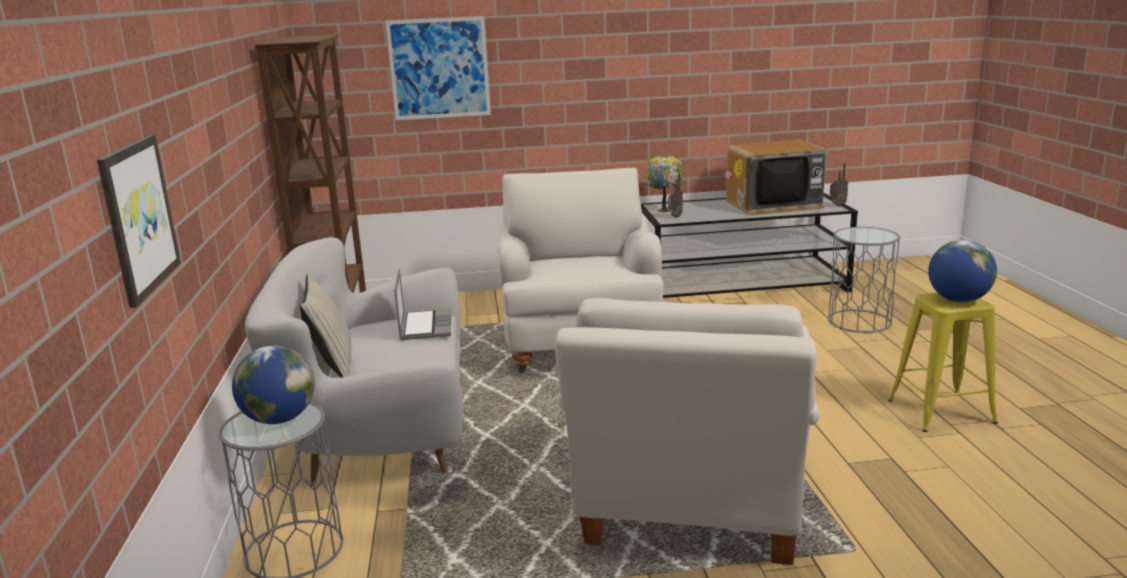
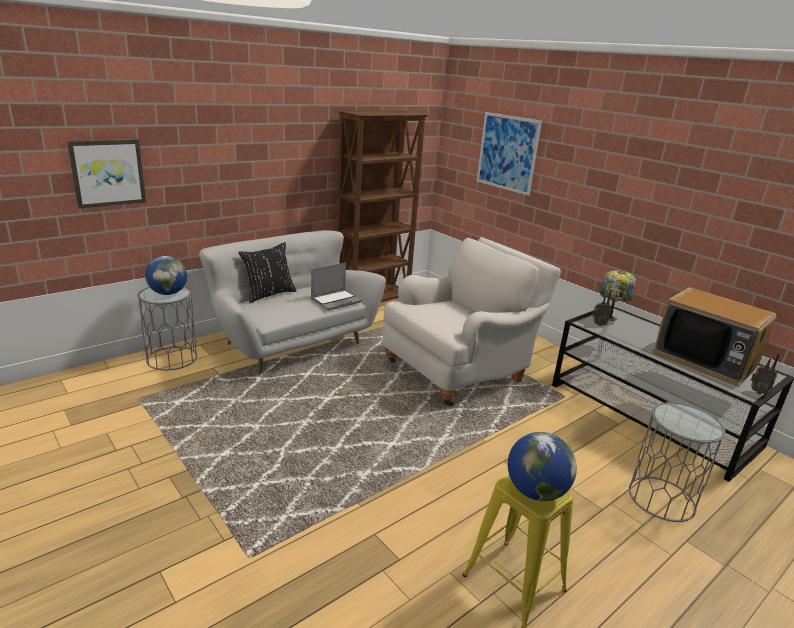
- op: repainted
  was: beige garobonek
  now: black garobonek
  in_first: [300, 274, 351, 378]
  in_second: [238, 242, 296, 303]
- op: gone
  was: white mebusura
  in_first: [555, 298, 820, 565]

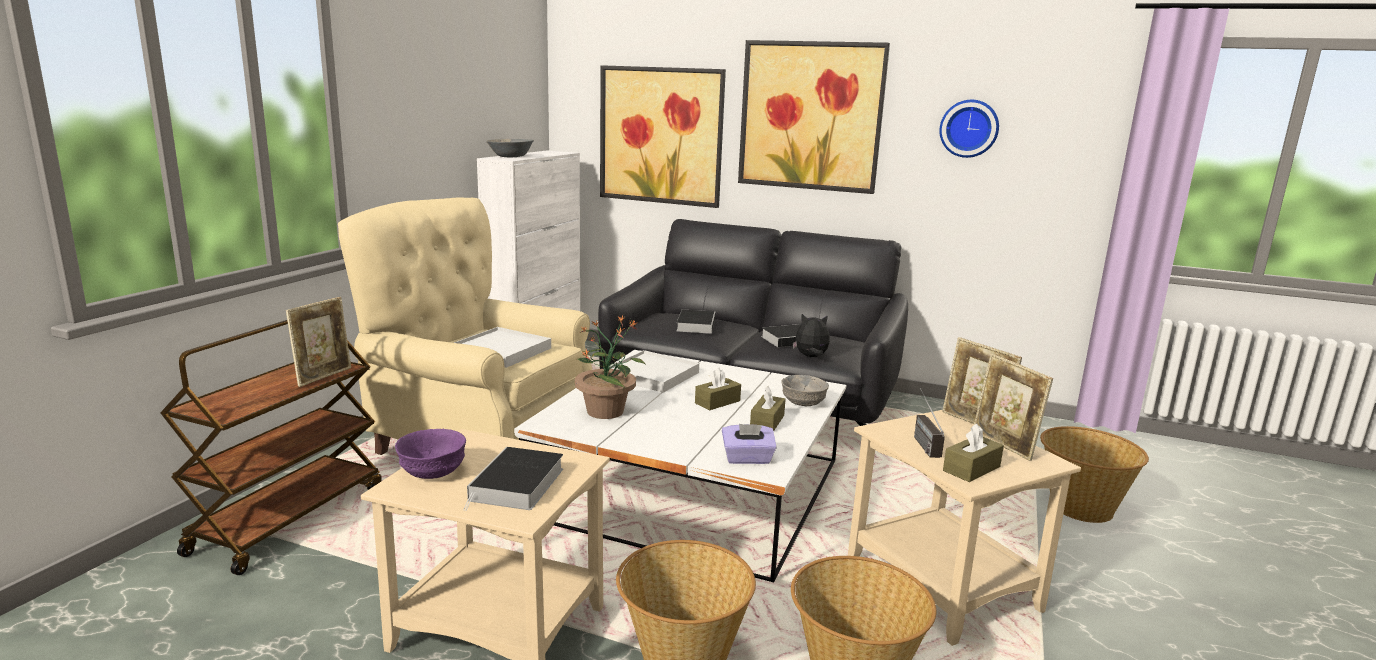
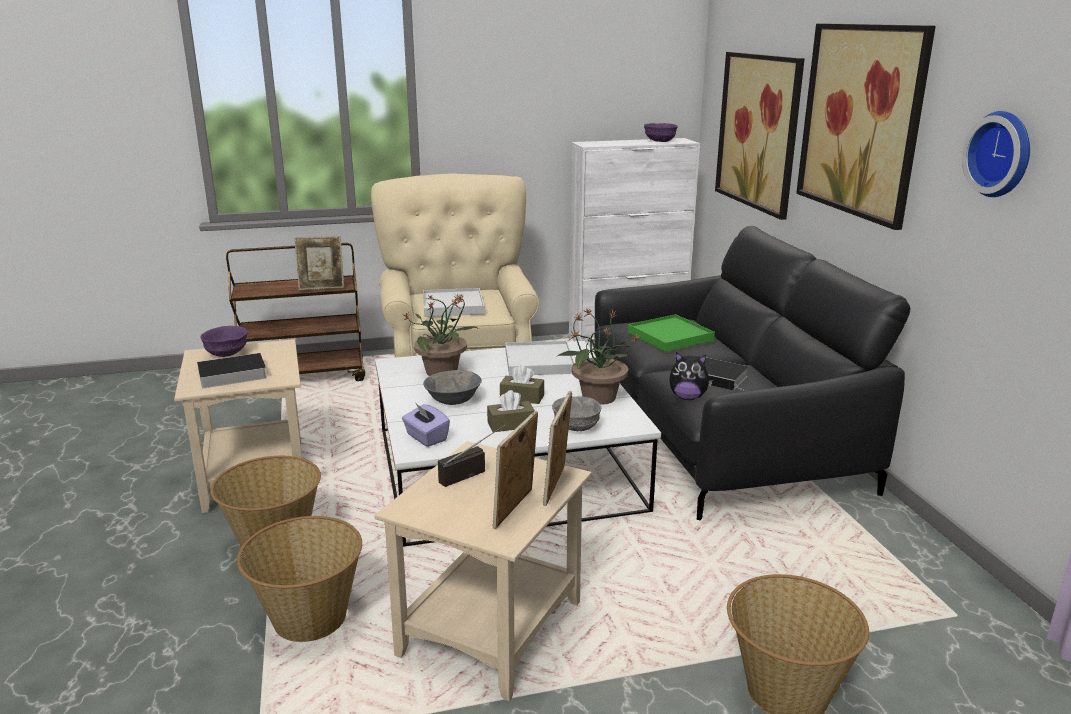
- op: shifted
  was: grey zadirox
  in_first: [486, 139, 534, 157]
  in_second: [423, 370, 482, 405]
- op: swapped
  was: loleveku
  now: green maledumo
  in_first: [677, 309, 715, 334]
  in_second: [628, 314, 715, 352]
- op: rotated
  was: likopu
  in_first: [793, 314, 830, 357]
  in_second: [669, 352, 713, 400]
  clockwise: 135
- op: gone
  was: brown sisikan
  in_first: [943, 424, 1004, 482]
- op: new
  now: purple zadirox
  in_second: [644, 123, 678, 142]
- op: new
  now: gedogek
  in_second: [556, 308, 640, 405]

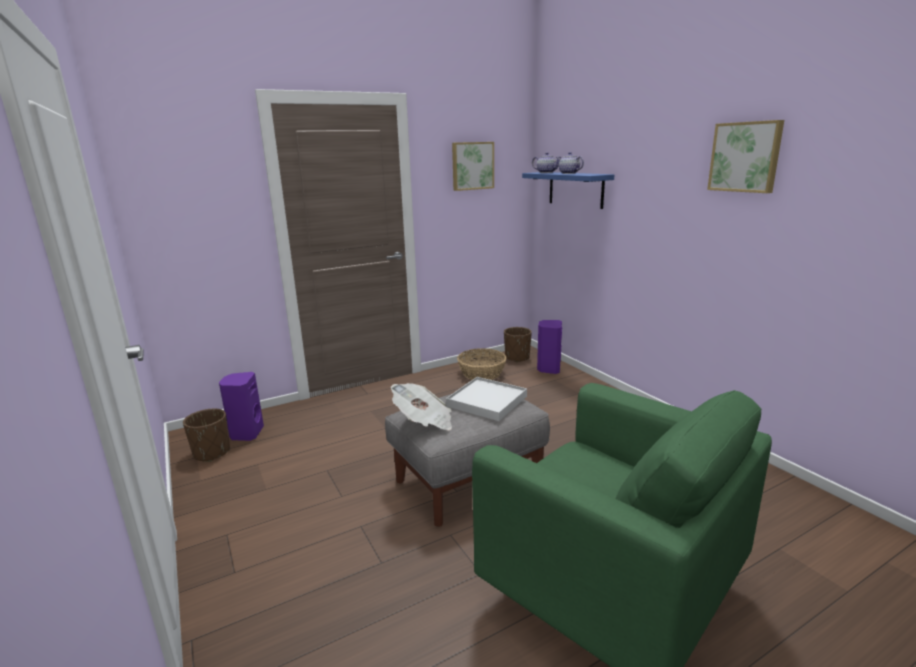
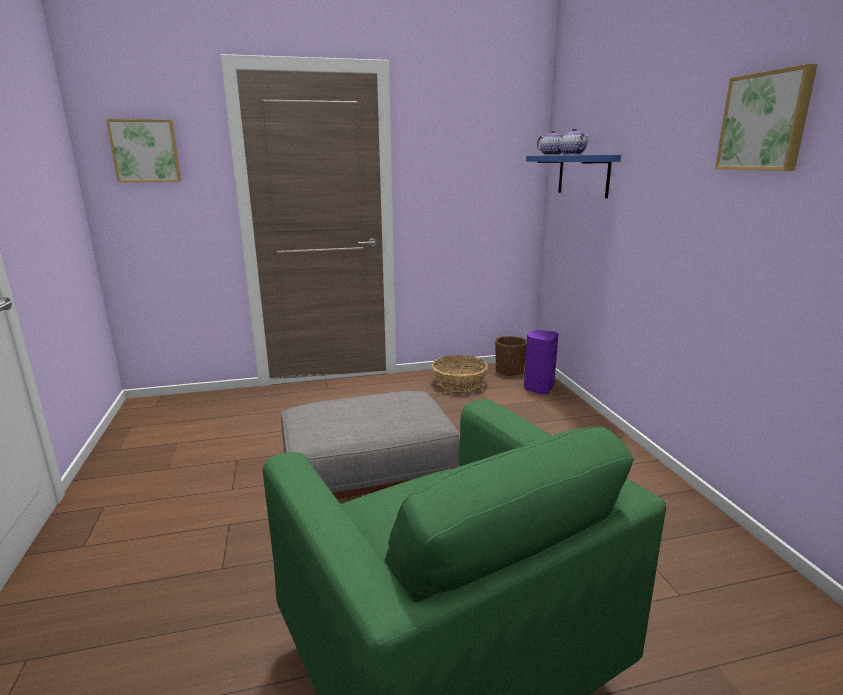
- op: shifted
  was: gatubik
  in_first: [452, 142, 494, 191]
  in_second: [106, 119, 181, 183]
- op: gone
  was: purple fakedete
  in_first: [219, 372, 264, 441]
- op: gone
  was: white maledumo
  in_first: [446, 377, 527, 421]
- op: gone
  was: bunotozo
  in_first: [391, 383, 452, 430]
- op: gone
  was: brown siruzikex
  in_first: [183, 409, 230, 462]

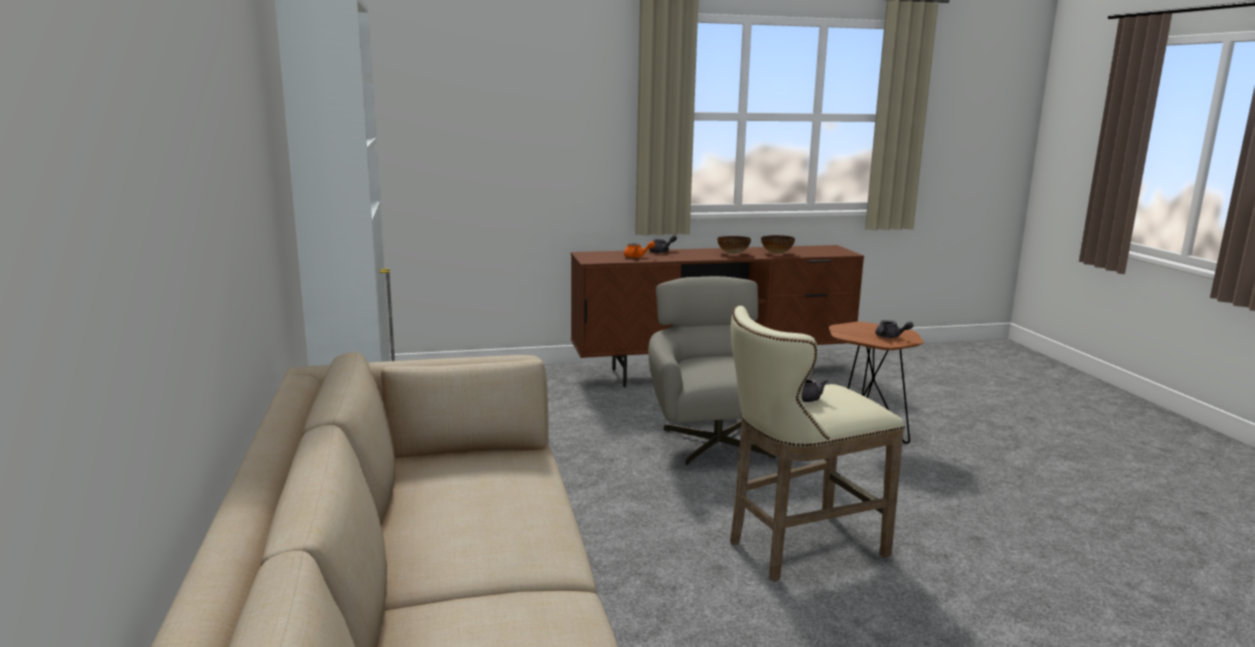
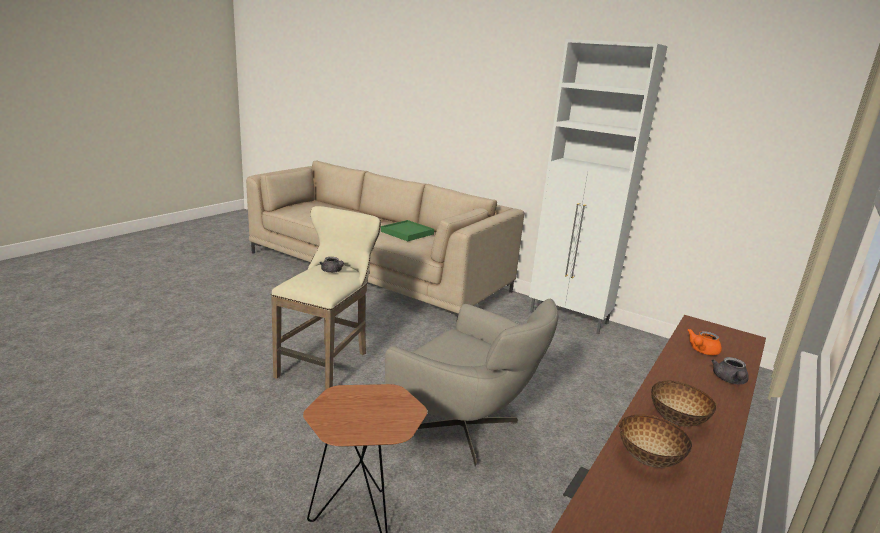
- op: gone
  was: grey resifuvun
  in_first: [875, 320, 913, 338]
- op: new
  now: green maledumo
  in_second: [381, 220, 434, 241]

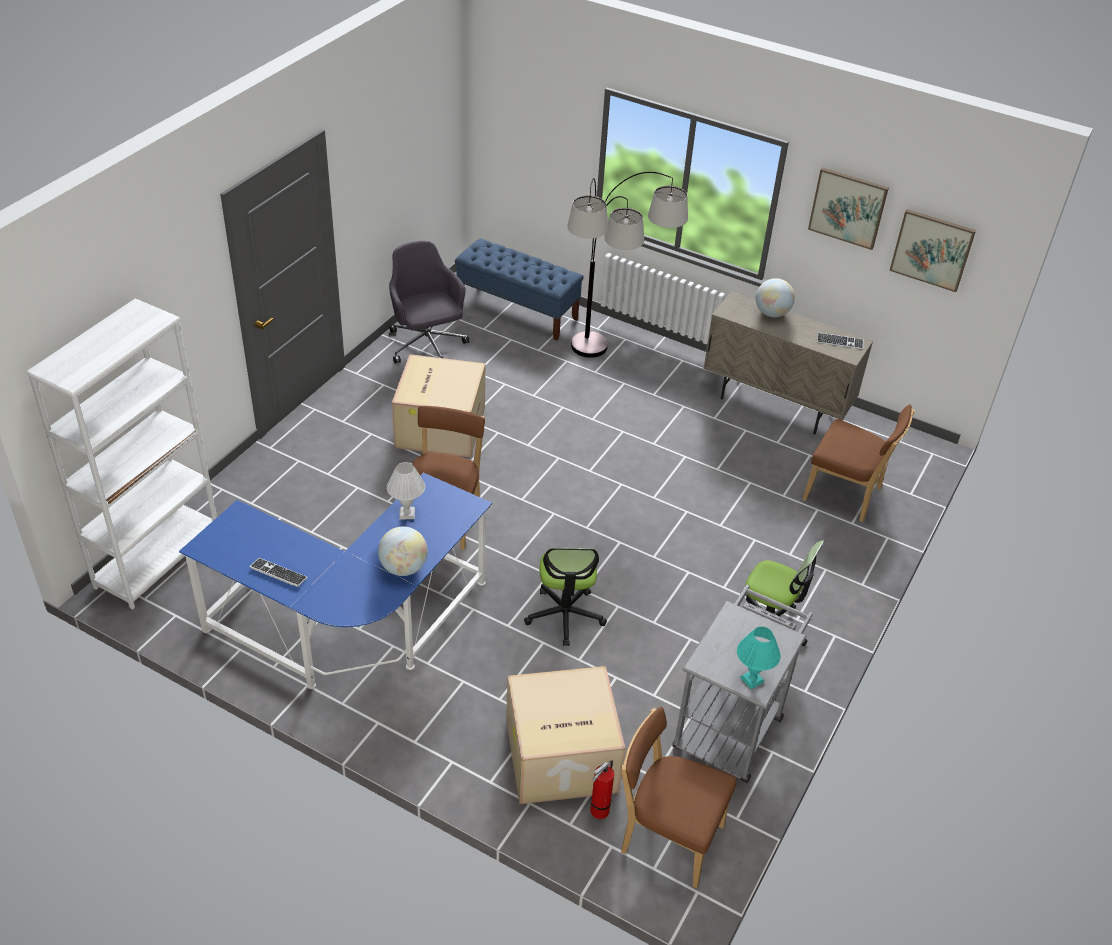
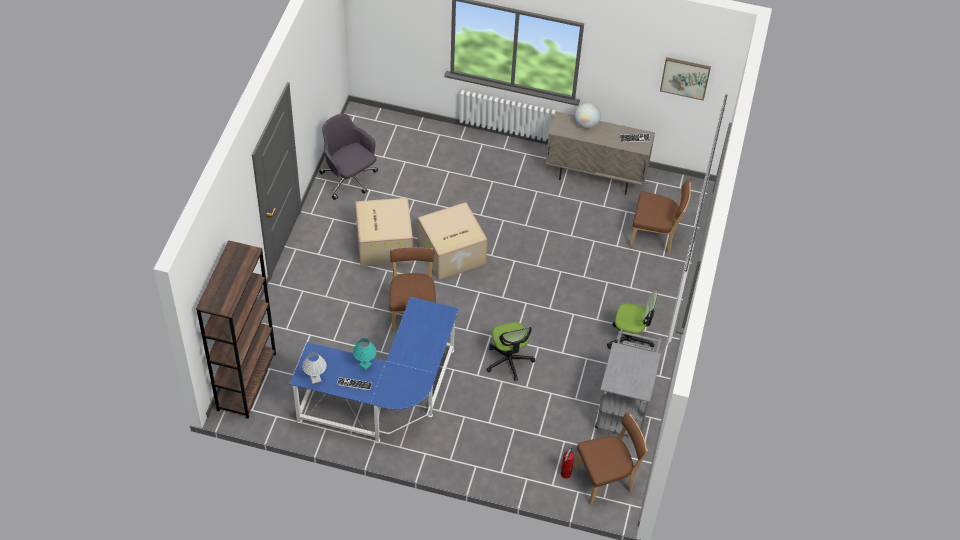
- op: gone
  was: gatubik
  in_first: [808, 167, 889, 250]
- op: gone
  was: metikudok
  in_first: [568, 172, 688, 358]
- op: gone
  was: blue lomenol
  in_first: [455, 239, 584, 340]
- op: repainted
  was: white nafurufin
  now: brown nafurufin
  in_first: [26, 298, 217, 610]
  in_second: [196, 240, 276, 419]
- op: shifted
  was: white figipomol
  in_first: [386, 462, 425, 519]
  in_second: [302, 352, 327, 384]
- op: gone
  was: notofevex
  in_first: [378, 527, 428, 576]
- op: shifted
  was: turquoise figipomol
  in_first: [737, 627, 781, 689]
  in_second: [353, 338, 377, 370]
- op: shifted
  was: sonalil
  in_first: [506, 666, 625, 804]
  in_second: [418, 202, 488, 280]
- op: rotated
  was: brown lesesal
  in_first: [621, 707, 736, 888]
  in_second: [574, 413, 648, 505]
  clockwise: 150

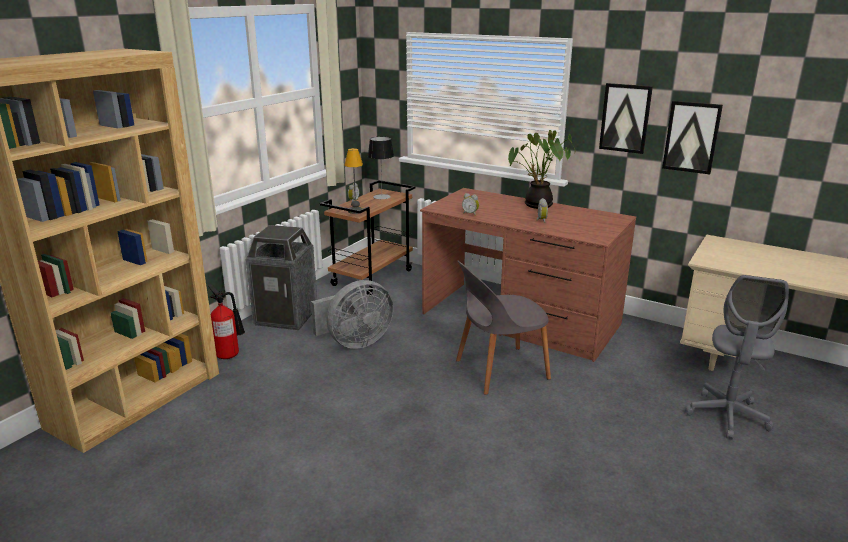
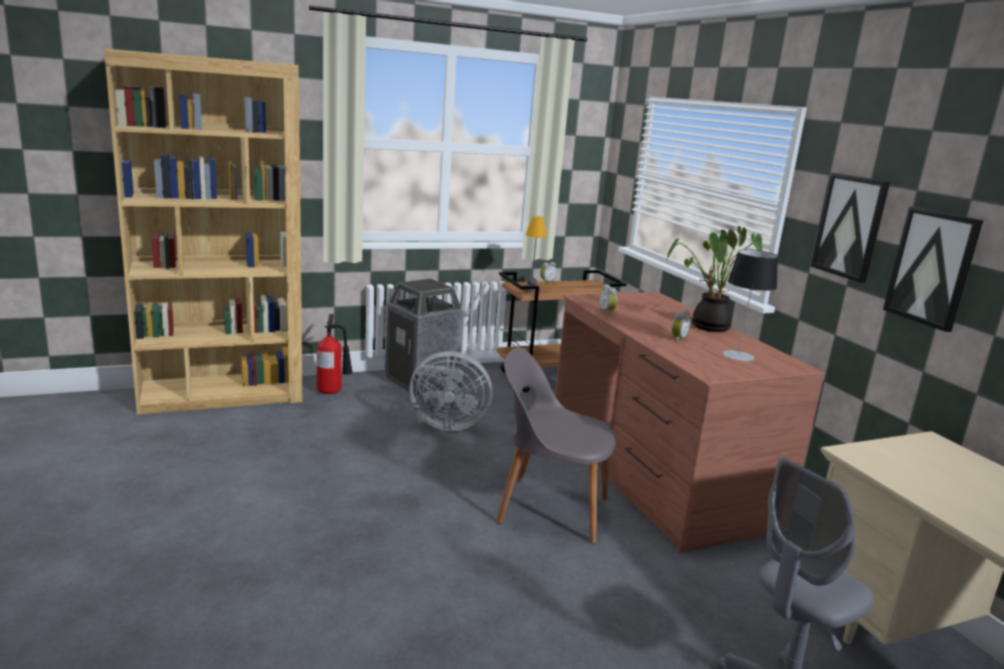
- op: shifted
  was: figipomol
  in_first: [368, 137, 394, 199]
  in_second: [722, 249, 778, 361]

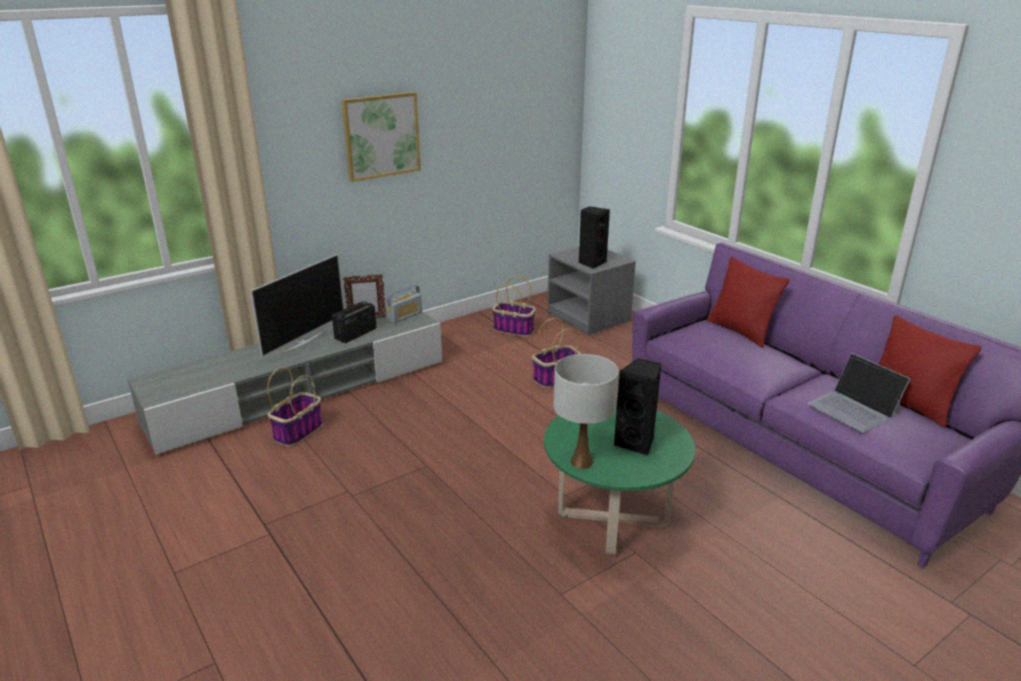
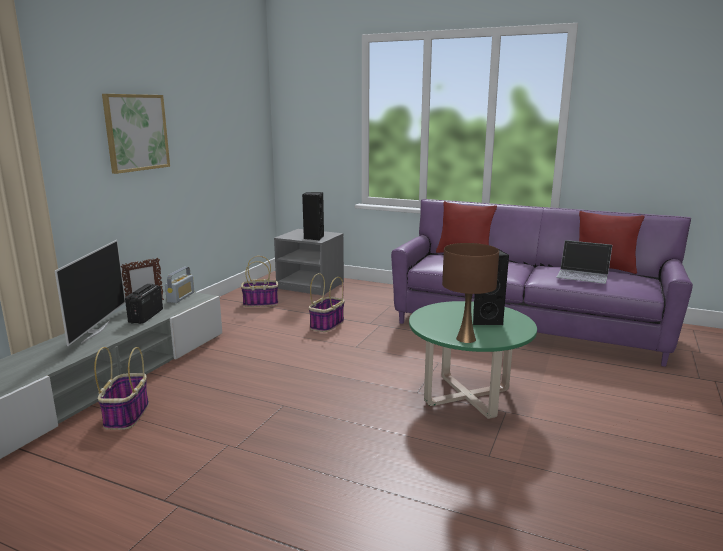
- op: repainted
  was: white figipomol
  now: brown figipomol
  in_first: [554, 354, 619, 469]
  in_second: [442, 243, 499, 343]

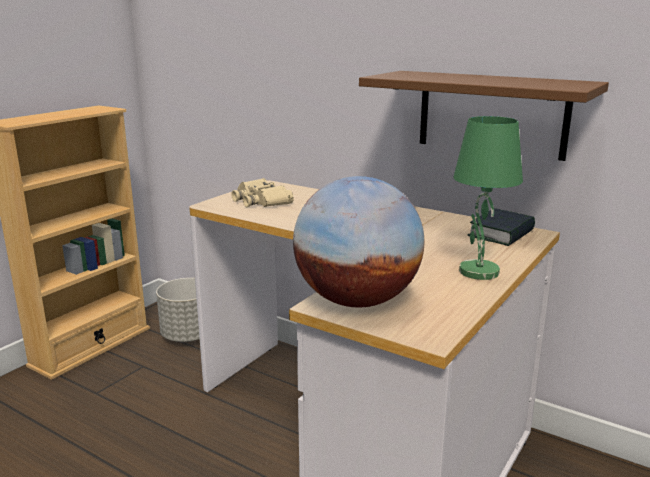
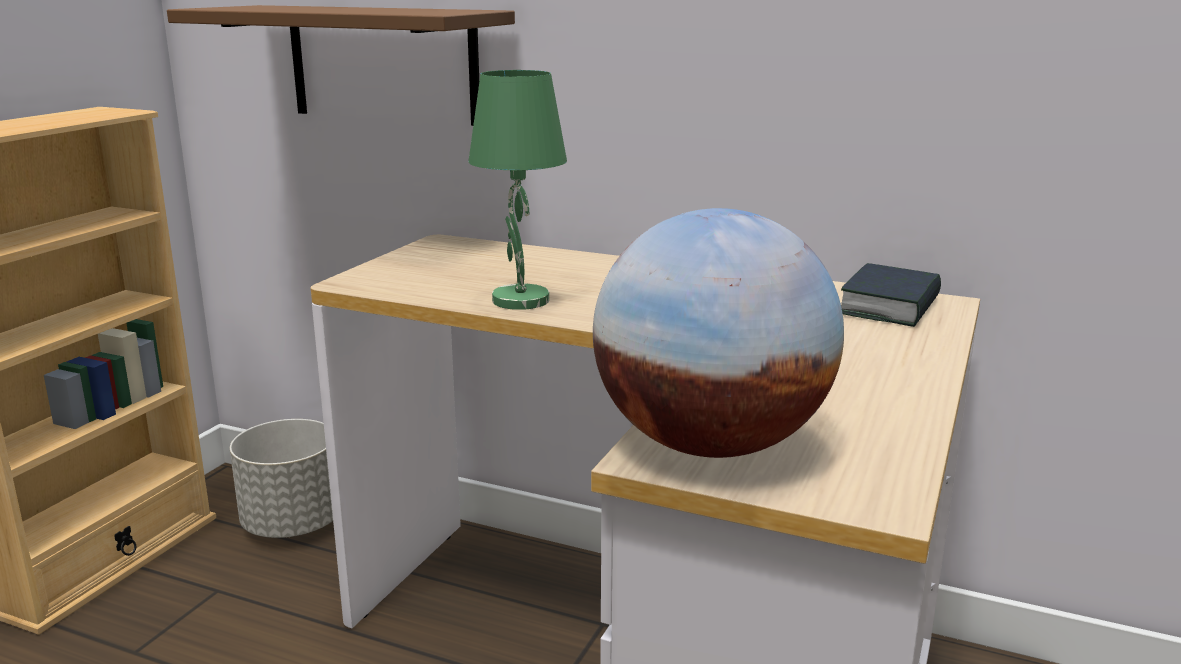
- op: shifted
  was: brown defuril
  in_first: [359, 71, 609, 161]
  in_second: [167, 5, 515, 126]
- op: shifted
  was: green figipomol
  in_first: [453, 116, 523, 280]
  in_second: [468, 70, 567, 310]
- op: gone
  was: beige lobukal
  in_first: [231, 178, 294, 207]

